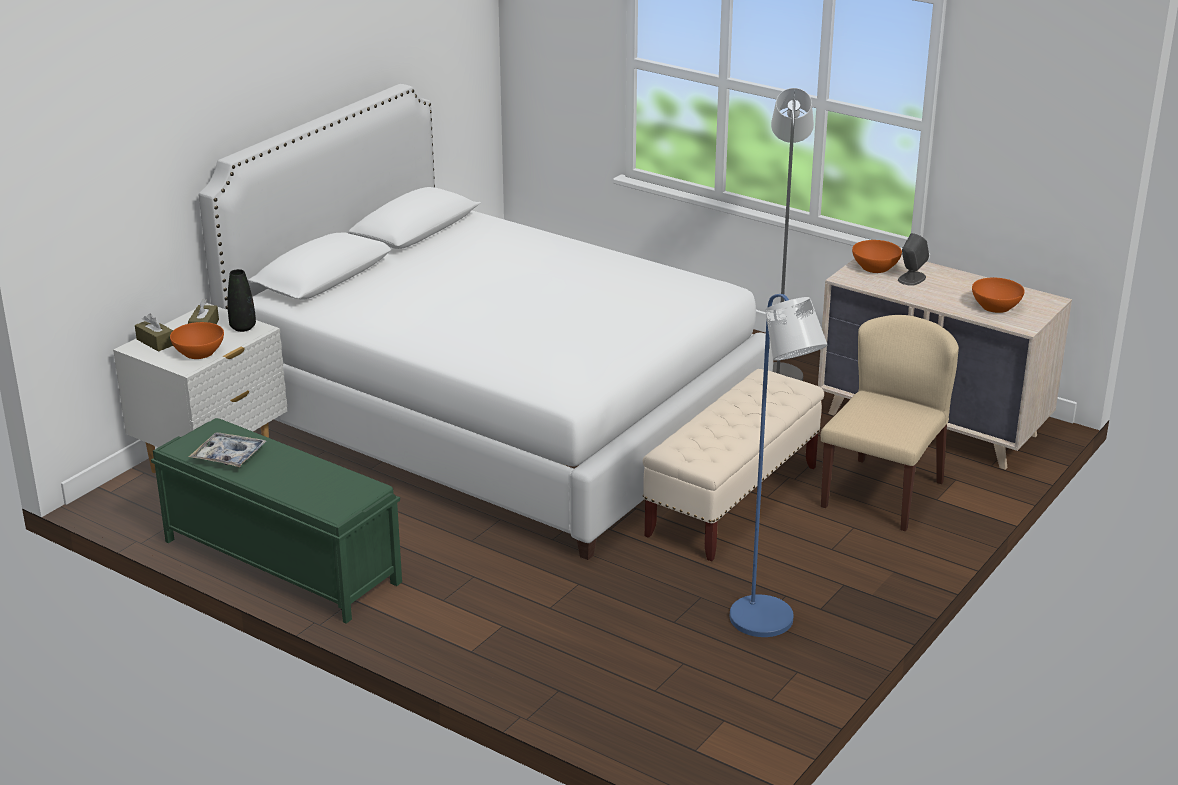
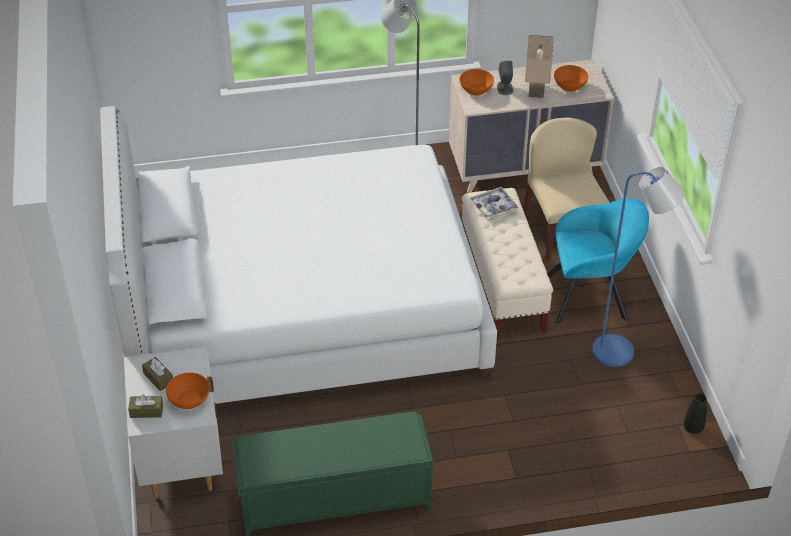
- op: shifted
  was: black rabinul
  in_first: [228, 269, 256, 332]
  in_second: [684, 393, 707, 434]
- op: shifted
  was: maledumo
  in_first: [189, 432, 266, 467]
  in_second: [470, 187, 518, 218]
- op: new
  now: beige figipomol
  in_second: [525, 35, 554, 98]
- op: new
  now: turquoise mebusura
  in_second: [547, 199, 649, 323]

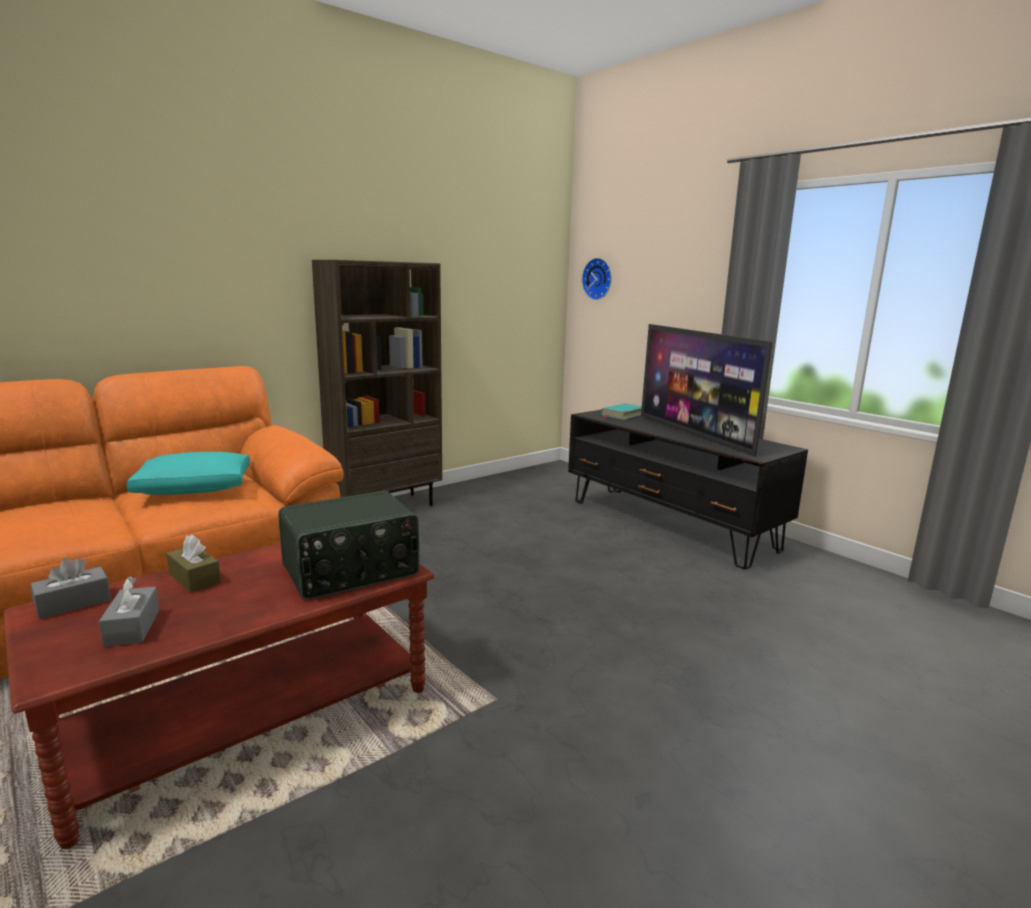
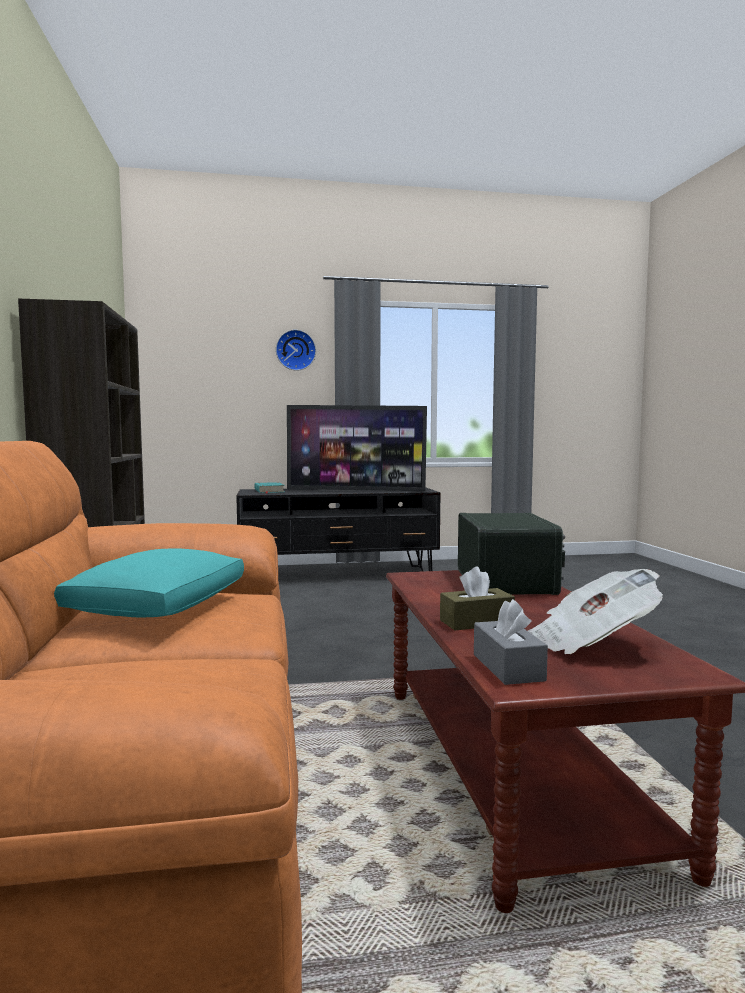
- op: shifted
  was: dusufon
  in_first: [582, 258, 612, 300]
  in_second: [276, 330, 316, 371]
- op: swapped
  was: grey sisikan
  now: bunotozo
  in_first: [99, 577, 160, 647]
  in_second: [528, 569, 663, 654]

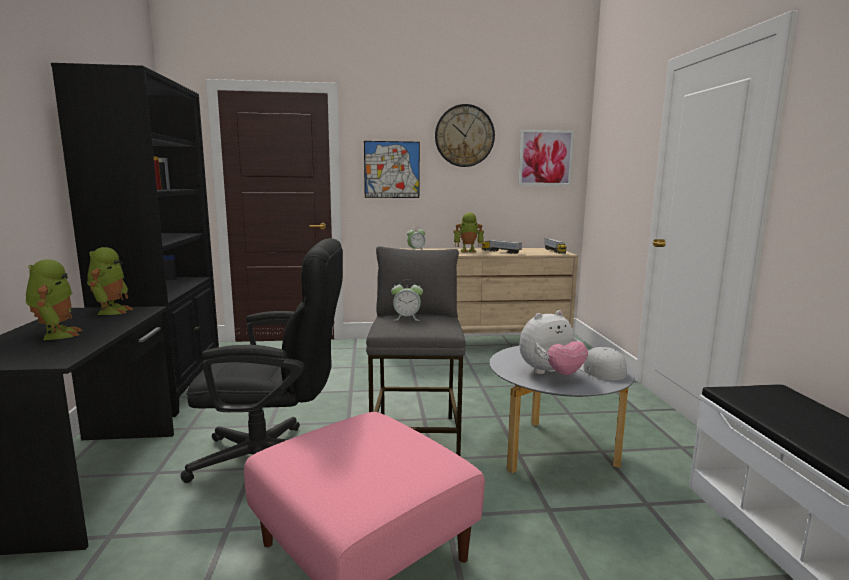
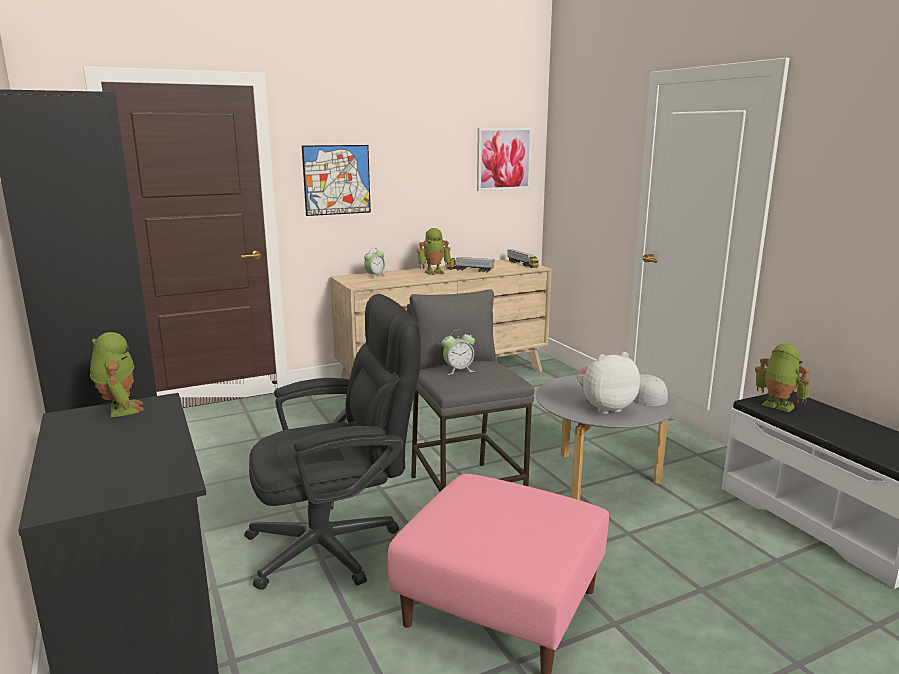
- op: gone
  was: dusufon
  in_first: [435, 104, 495, 167]
- op: shifted
  was: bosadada
  in_first: [26, 259, 83, 340]
  in_second: [755, 343, 810, 412]
- op: rotated
  was: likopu
  in_first: [519, 310, 588, 376]
  in_second: [577, 352, 640, 414]
  clockwise: -150

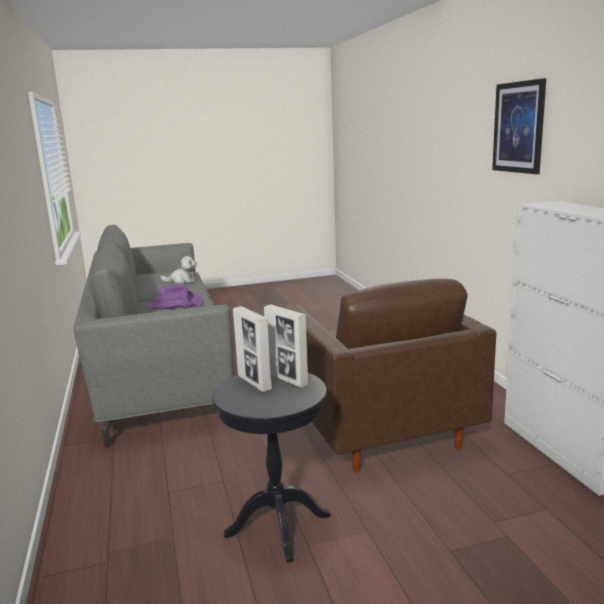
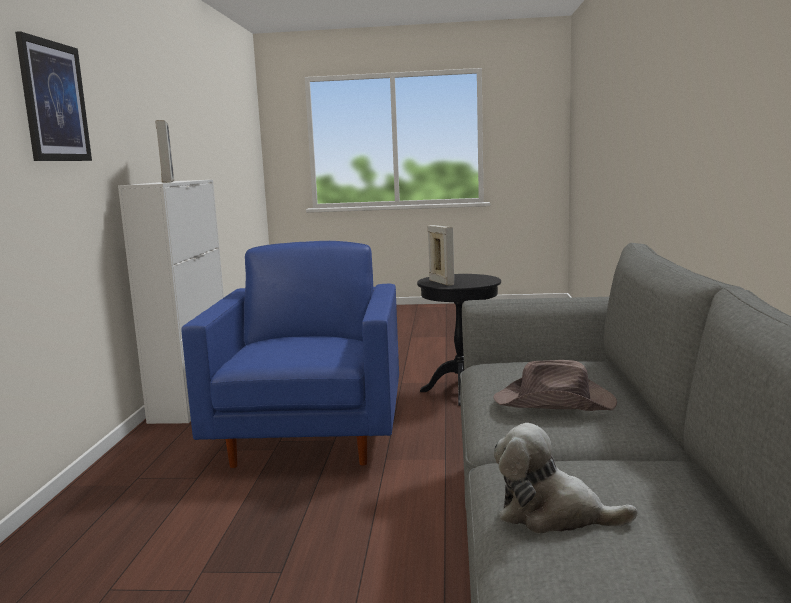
- op: repainted
  was: brown mebusura
  now: blue mebusura
  in_first: [283, 279, 496, 473]
  in_second: [181, 241, 399, 468]
- op: repainted
  was: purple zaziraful
  now: brown zaziraful
  in_first: [147, 285, 203, 310]
  in_second: [493, 360, 617, 411]
- op: shifted
  was: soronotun
  in_first: [233, 306, 272, 392]
  in_second: [155, 120, 174, 183]

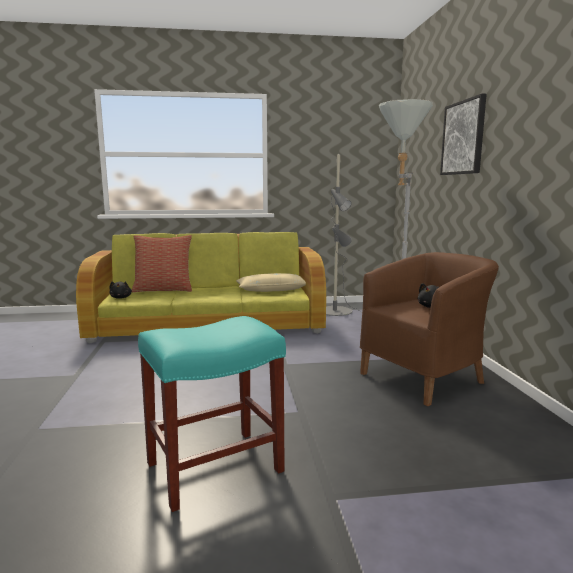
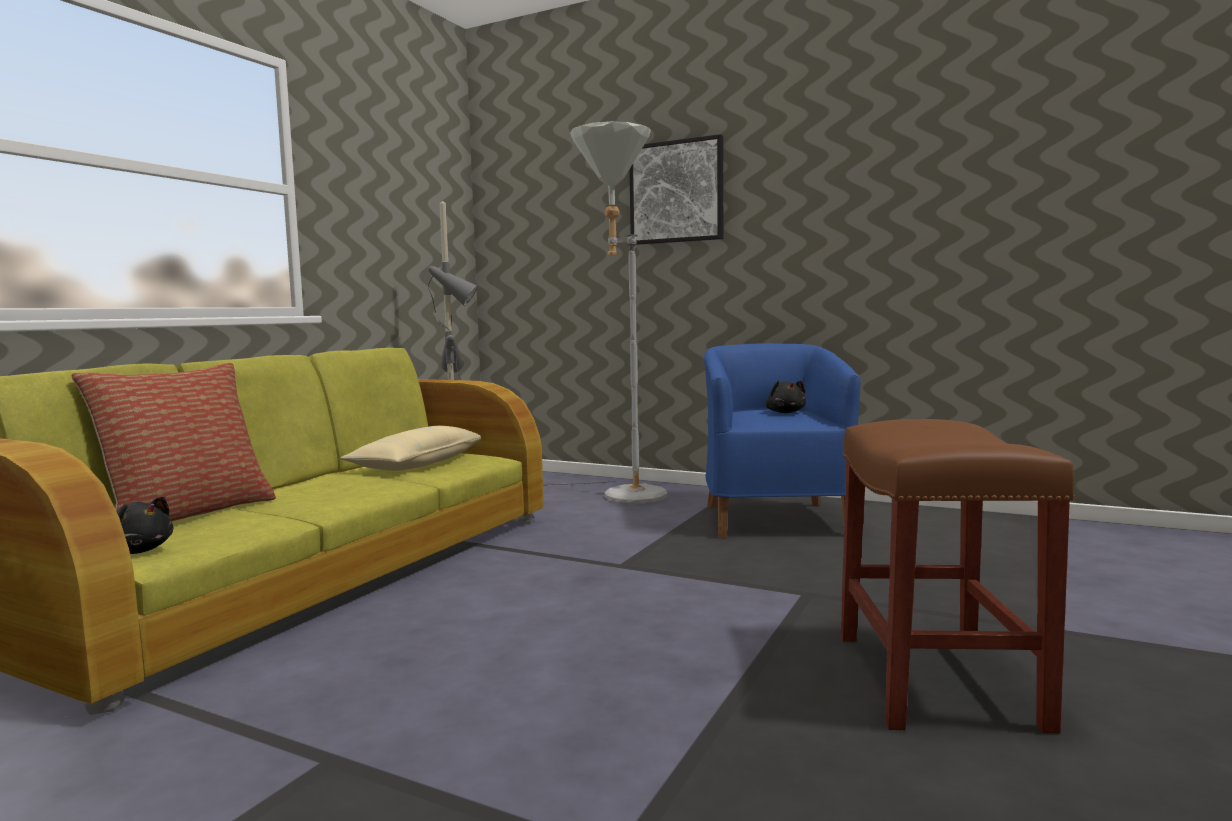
- op: repainted
  was: brown mebusura
  now: blue mebusura
  in_first: [360, 252, 499, 406]
  in_second: [704, 343, 860, 539]
- op: repainted
  was: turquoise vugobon
  now: brown vugobon
  in_first: [138, 316, 286, 512]
  in_second: [841, 419, 1075, 733]

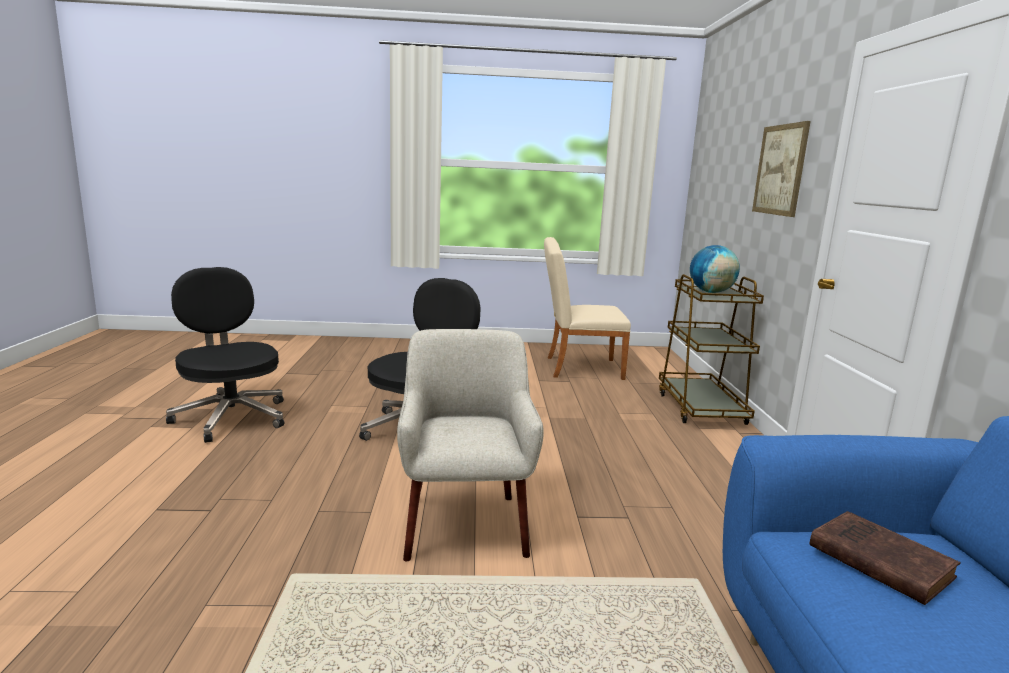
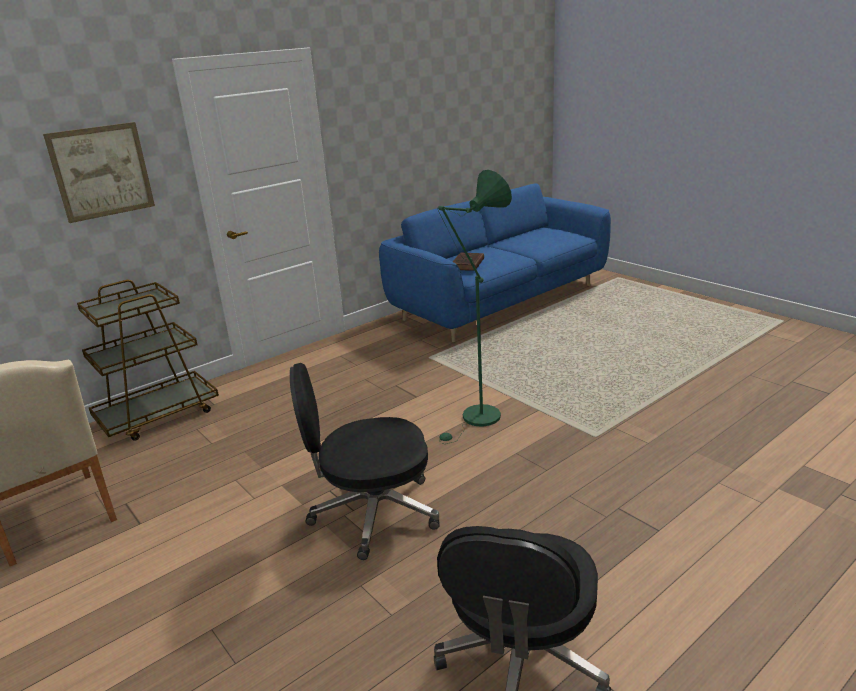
- op: gone
  was: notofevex
  in_first: [690, 245, 740, 293]
- op: swapped
  was: beige mebusura
  now: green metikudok
  in_first: [397, 329, 544, 561]
  in_second: [437, 170, 512, 444]

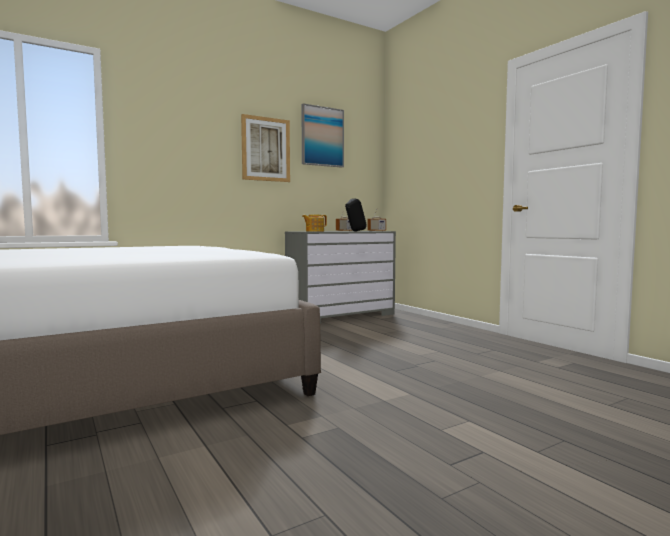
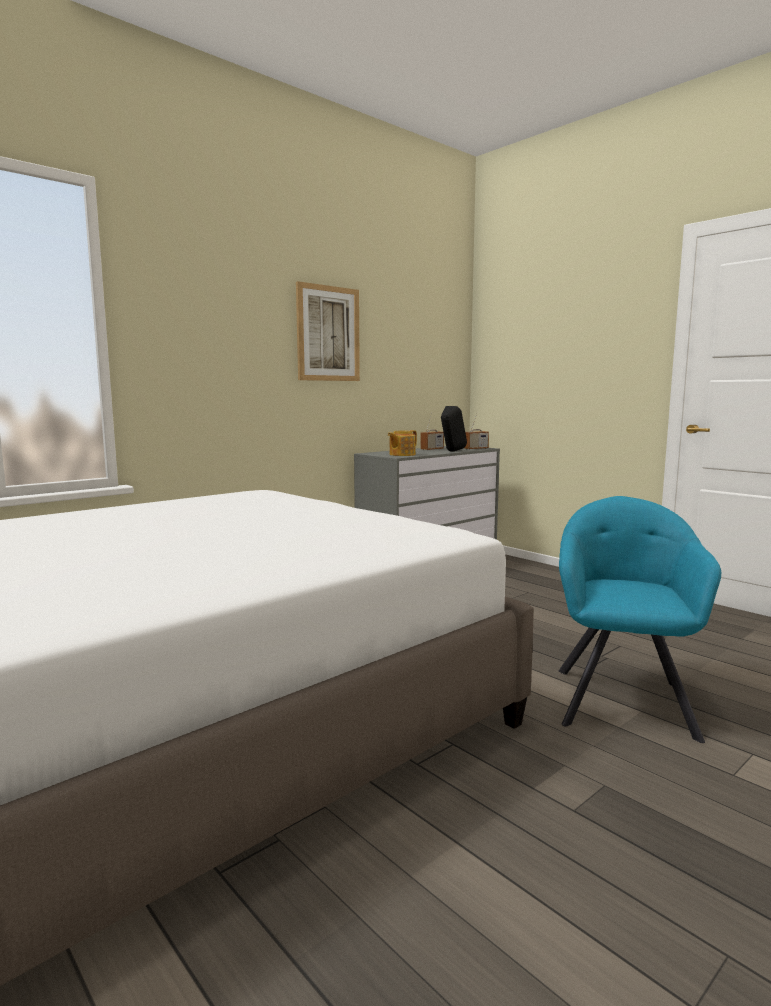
- op: gone
  was: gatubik
  in_first: [301, 103, 344, 168]
- op: new
  now: turquoise mebusura
  in_second: [559, 496, 721, 743]

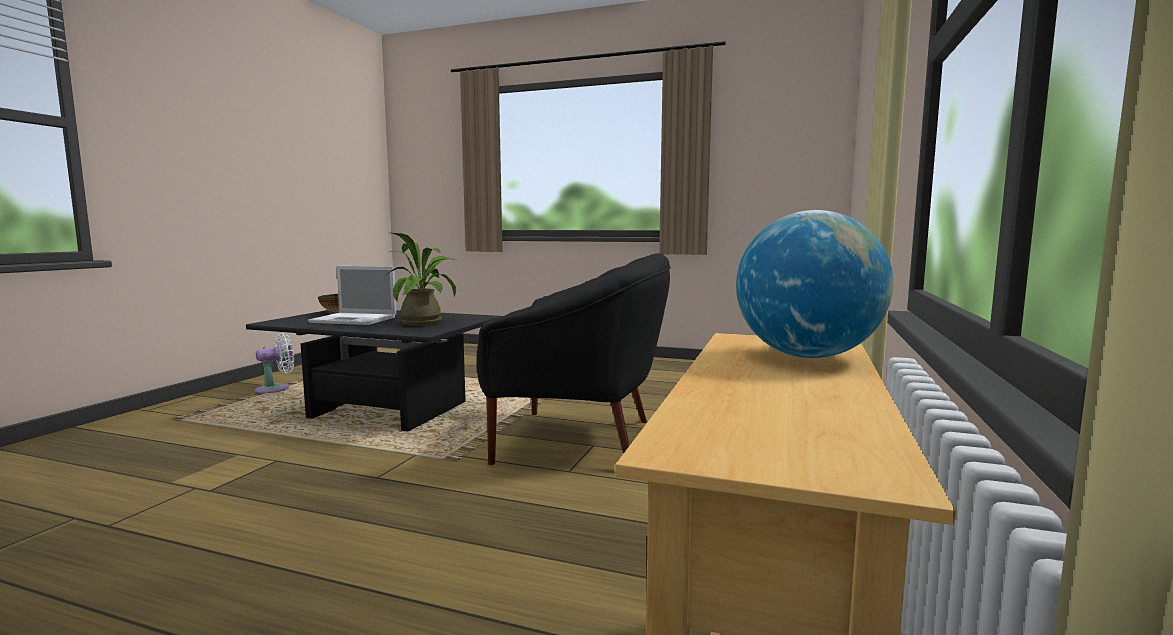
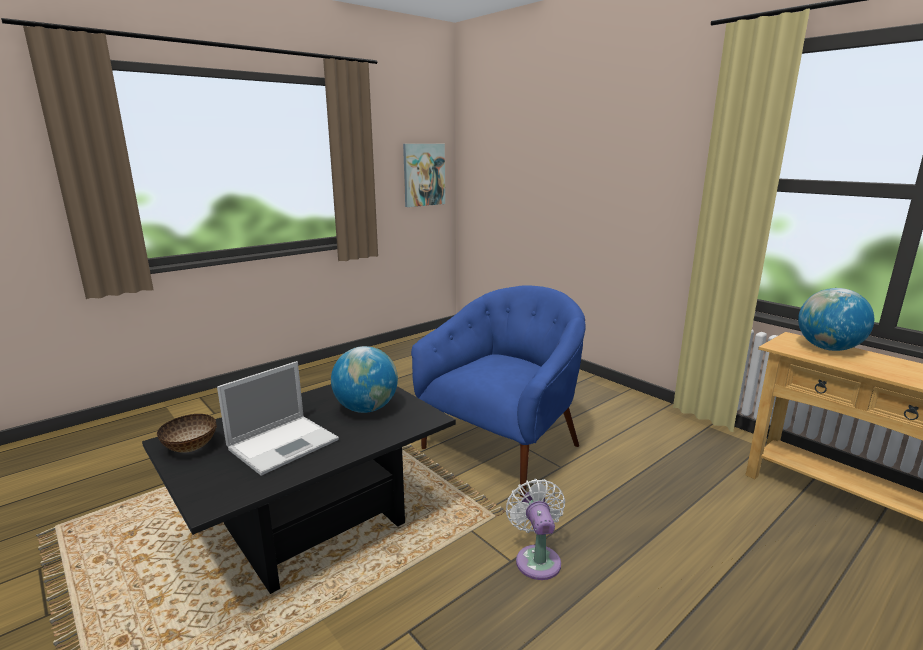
- op: swapped
  was: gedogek
  now: notofevex
  in_first: [386, 233, 456, 326]
  in_second: [331, 346, 398, 413]
- op: repainted
  was: black mebusura
  now: blue mebusura
  in_first: [477, 253, 671, 465]
  in_second: [411, 285, 586, 497]
- op: shifted
  was: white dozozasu
  in_first: [255, 333, 294, 394]
  in_second: [506, 479, 565, 580]
- op: new
  now: gatubik
  in_second: [403, 144, 445, 207]

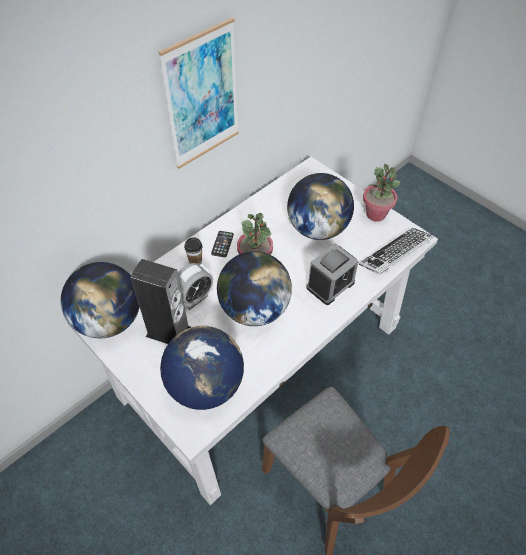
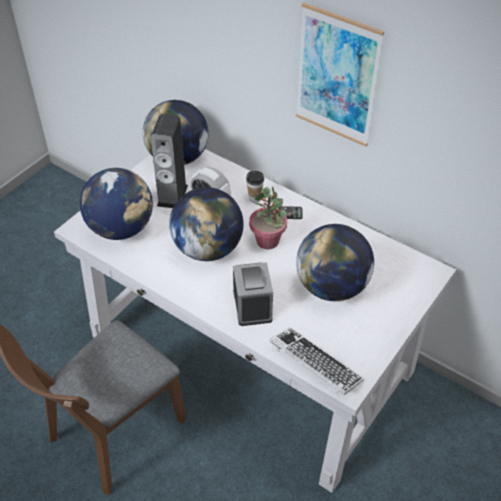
- op: gone
  was: gedogek
  in_first: [363, 164, 400, 222]
- op: rotated
  was: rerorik
  in_first: [306, 244, 359, 305]
  in_second: [233, 262, 273, 326]
  clockwise: -135

